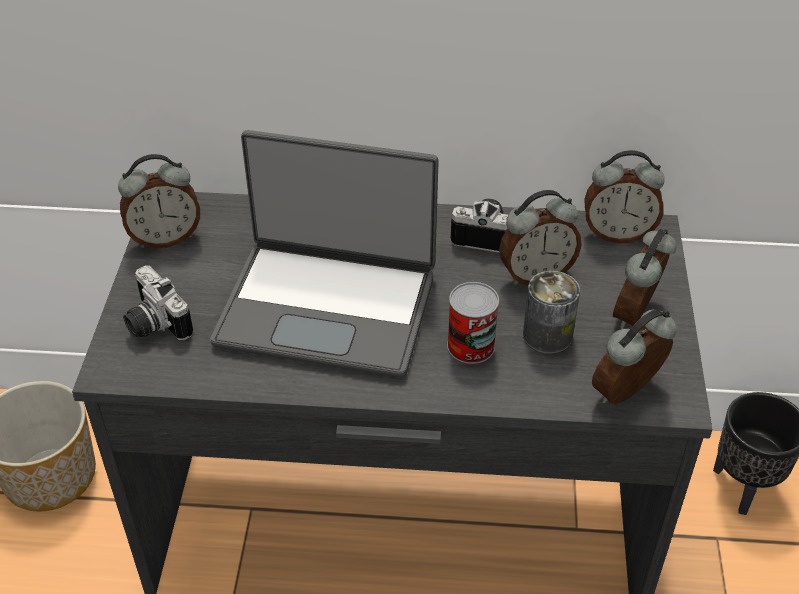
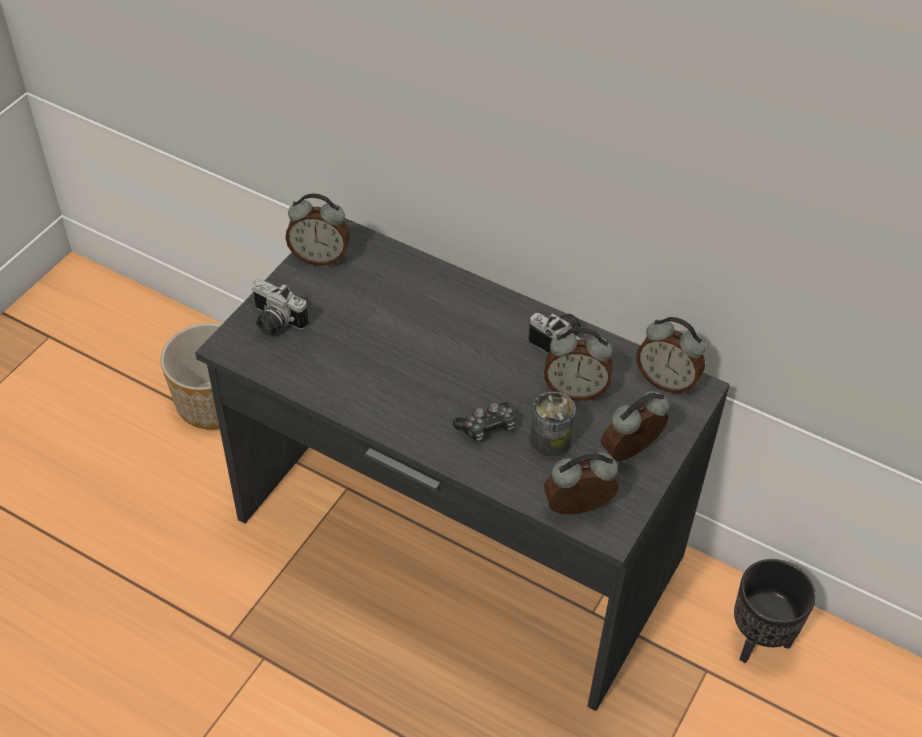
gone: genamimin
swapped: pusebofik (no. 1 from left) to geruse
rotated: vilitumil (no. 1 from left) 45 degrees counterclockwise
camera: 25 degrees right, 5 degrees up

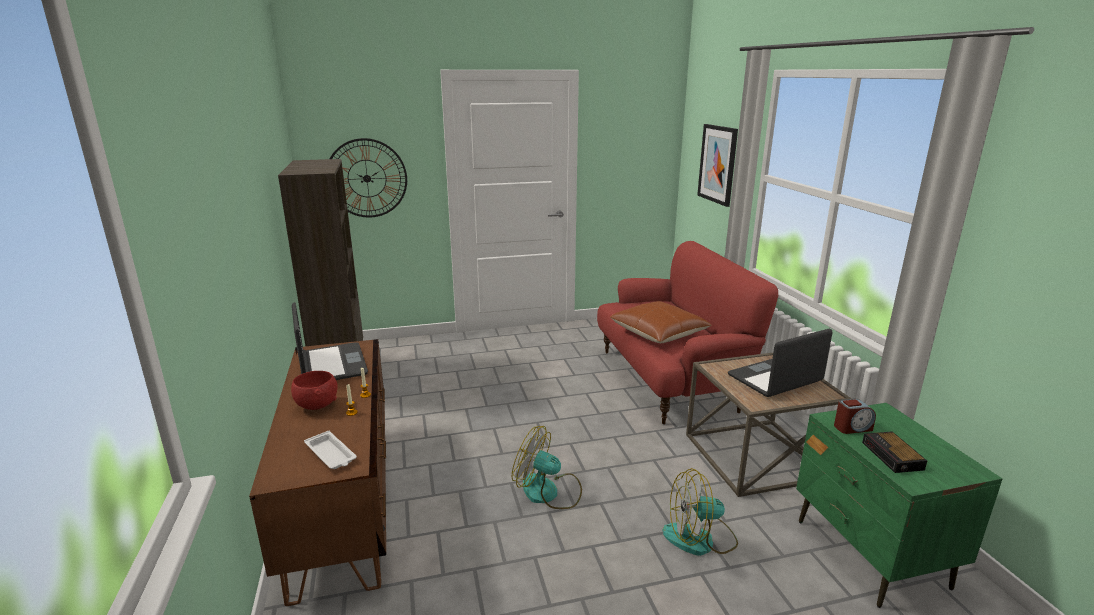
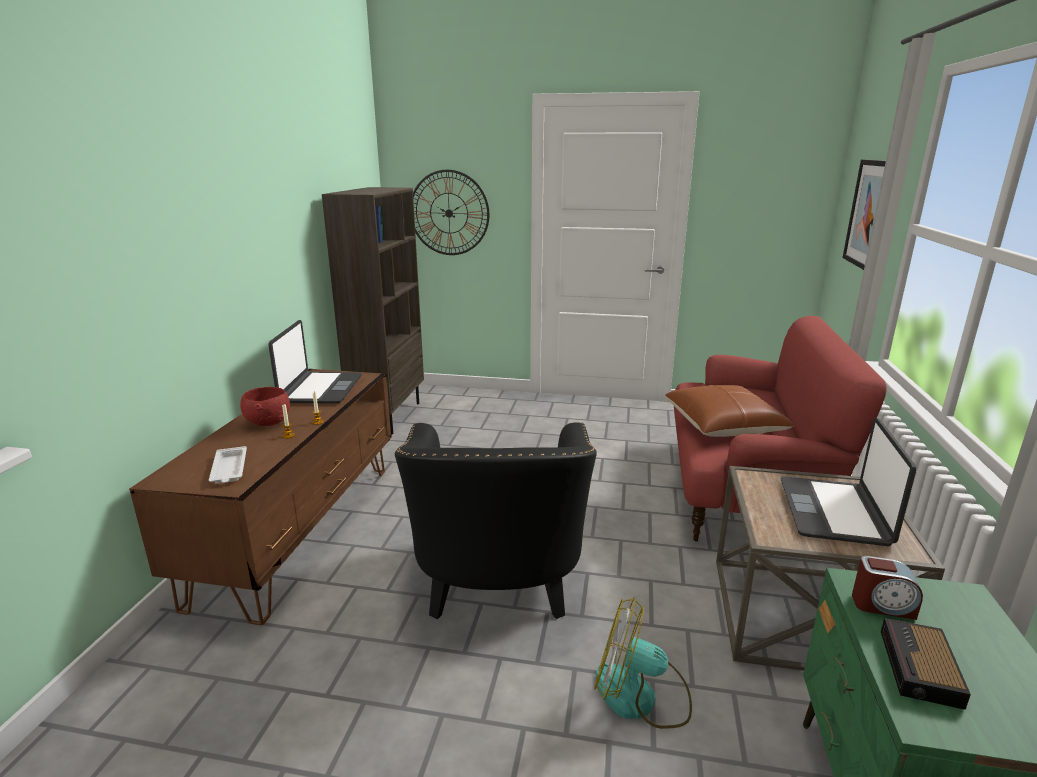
swapped: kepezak (no. 1 from left) to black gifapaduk
rotated: genamimin (no. 2 from left) 75 degrees counterclockwise
camera: 25 degrees right, 0 degrees up

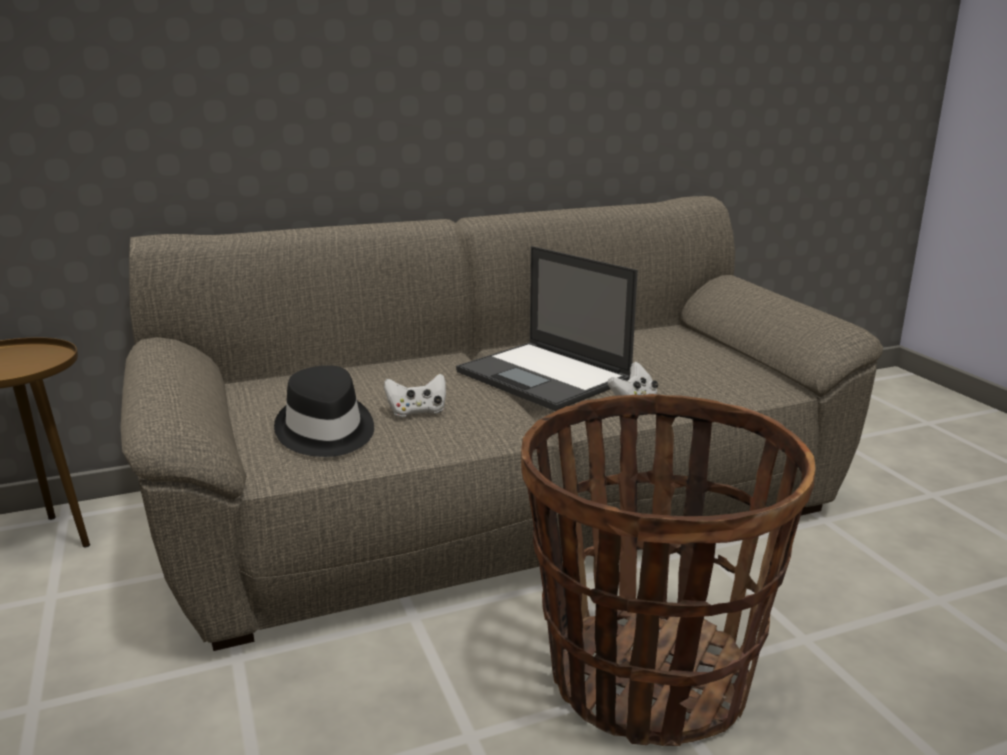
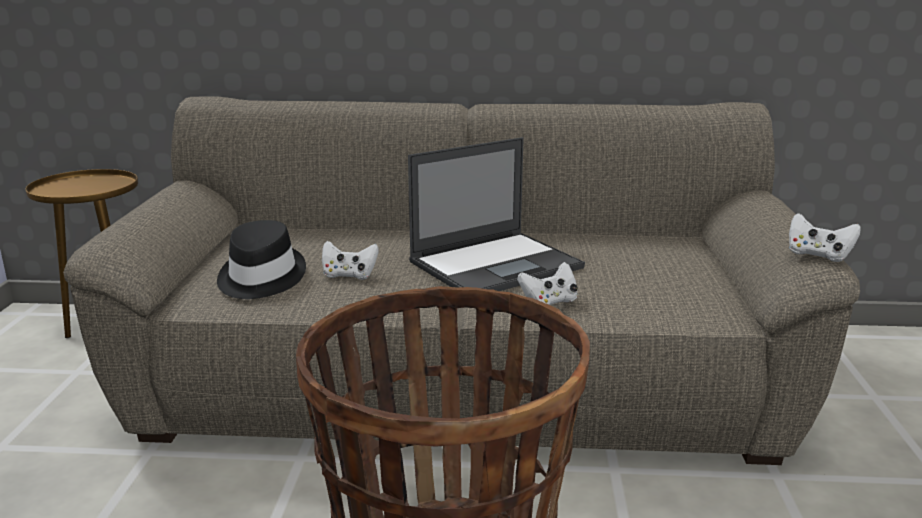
new: white geruse (no. 3 from left)
rotated: genamimin 105 degrees counterclockwise
camera: 25 degrees right, 0 degrees up

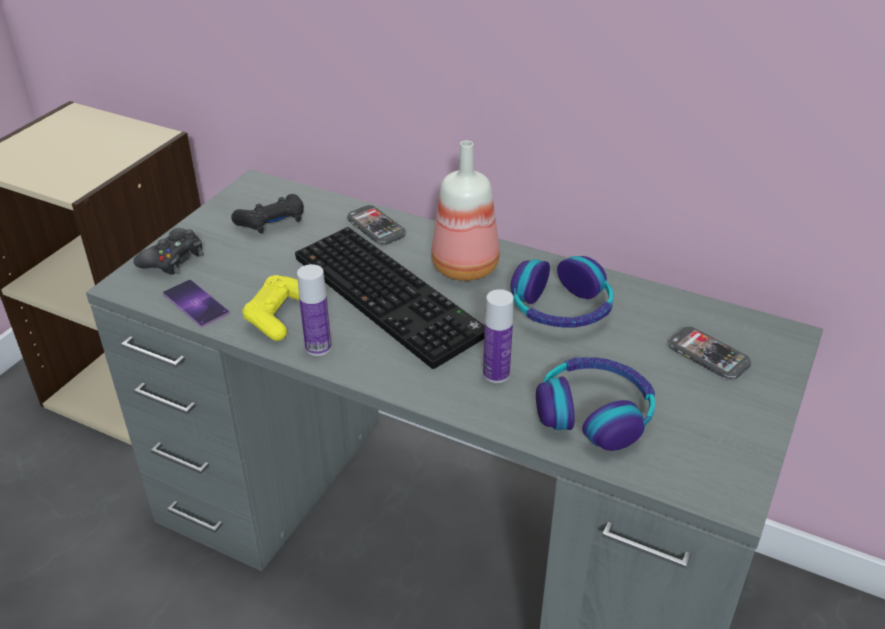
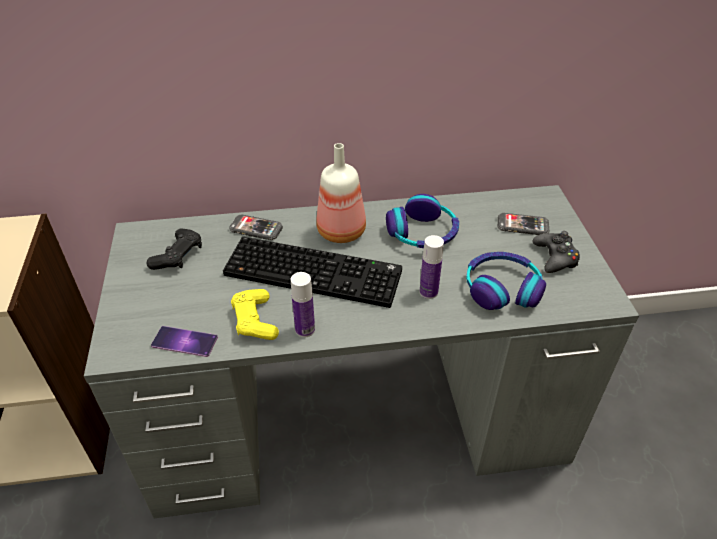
shifted: black geruse (no. 1 from left in the first image) to black geruse (no. 2 from left)
camera: 35 degrees left, 5 degrees up

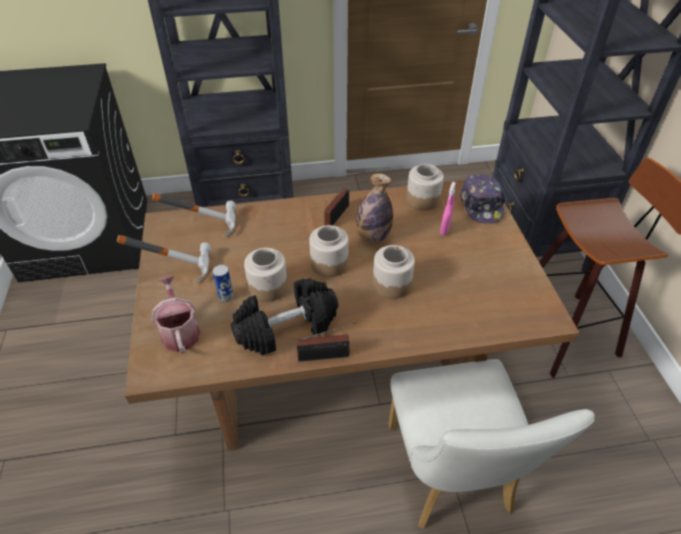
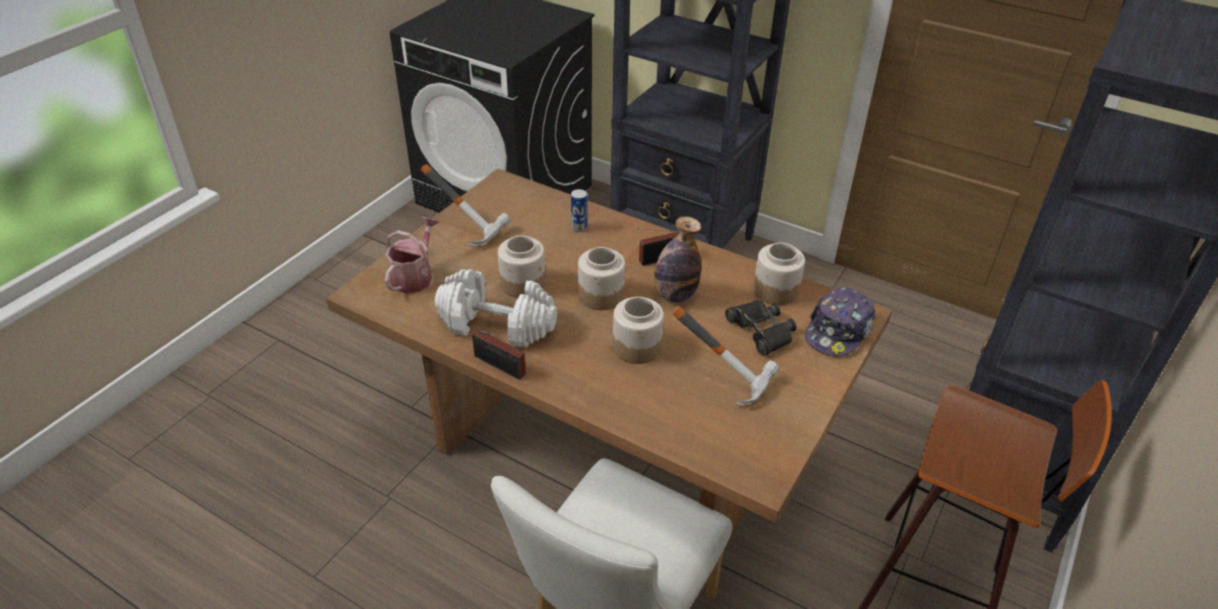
shifted: pusebofik; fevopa (no. 2 from left)
swapped: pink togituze to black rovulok
repainted: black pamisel to white pamisel
camera: 40 degrees right, 5 degrees down

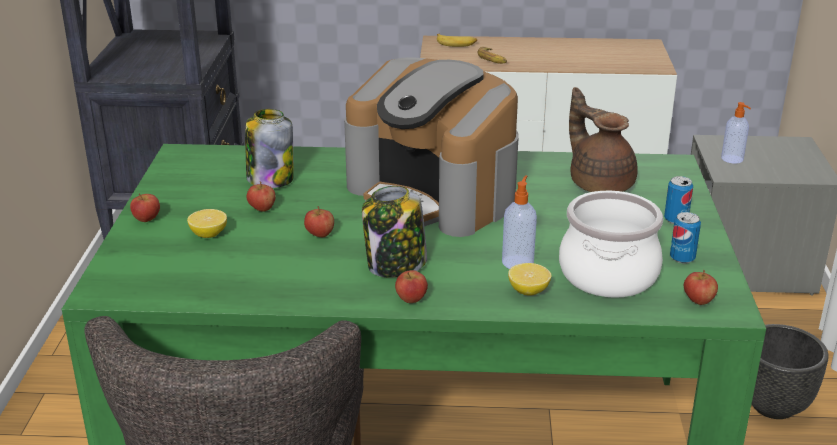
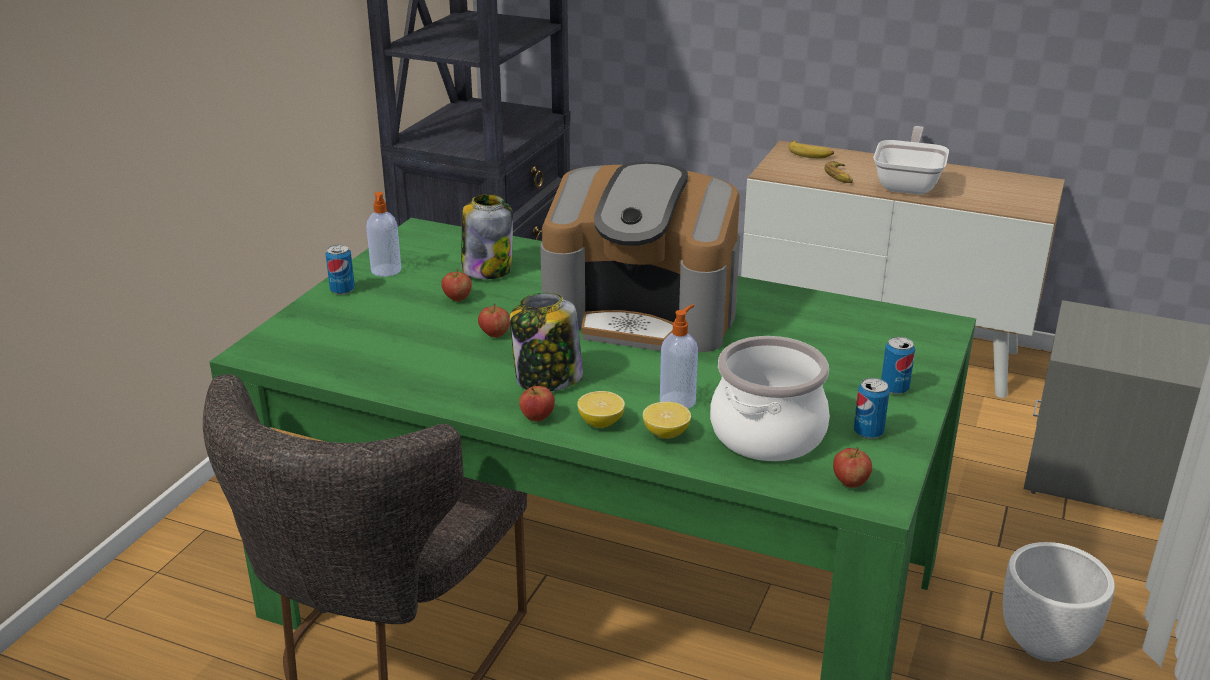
gone: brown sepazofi
new: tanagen
shifted: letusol (no. 2 from left in the first image) to letusol (no. 1 from left); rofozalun (no. 1 from left)
swapped: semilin (no. 1 from left) to pusebofik (no. 1 from left)
repainted: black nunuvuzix to white nunuvuzix
rotated: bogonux 45 degrees counterclockwise
camera: 20 degrees right, 0 degrees up

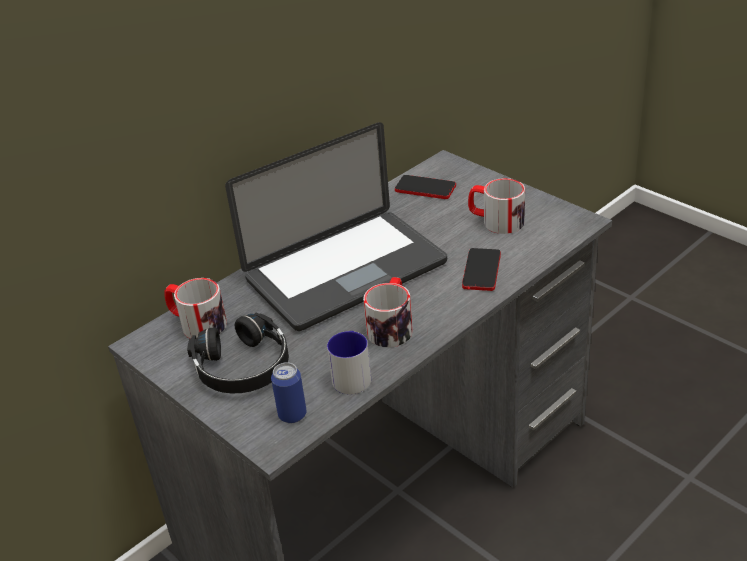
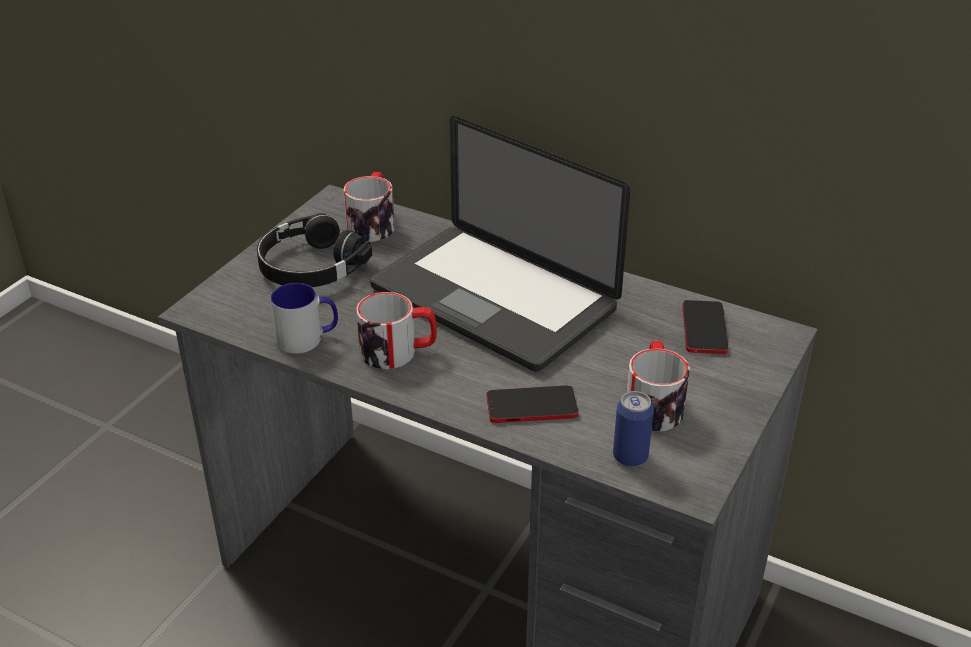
shifted: pusebofik
camera: 70 degrees right, 0 degrees up

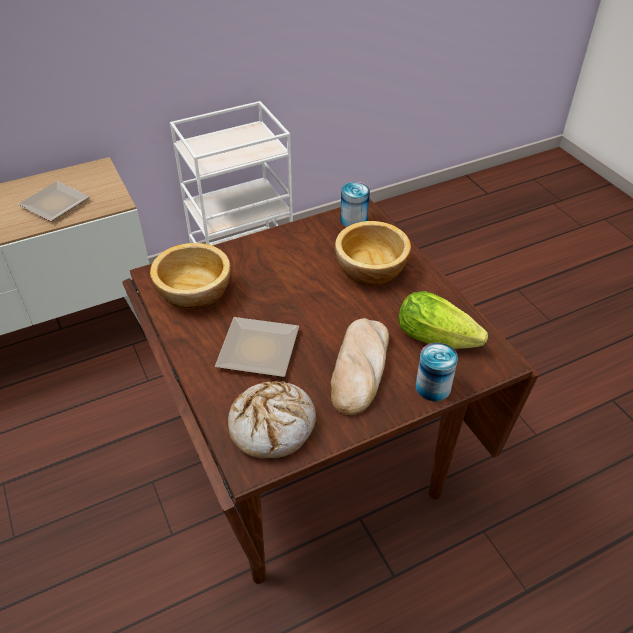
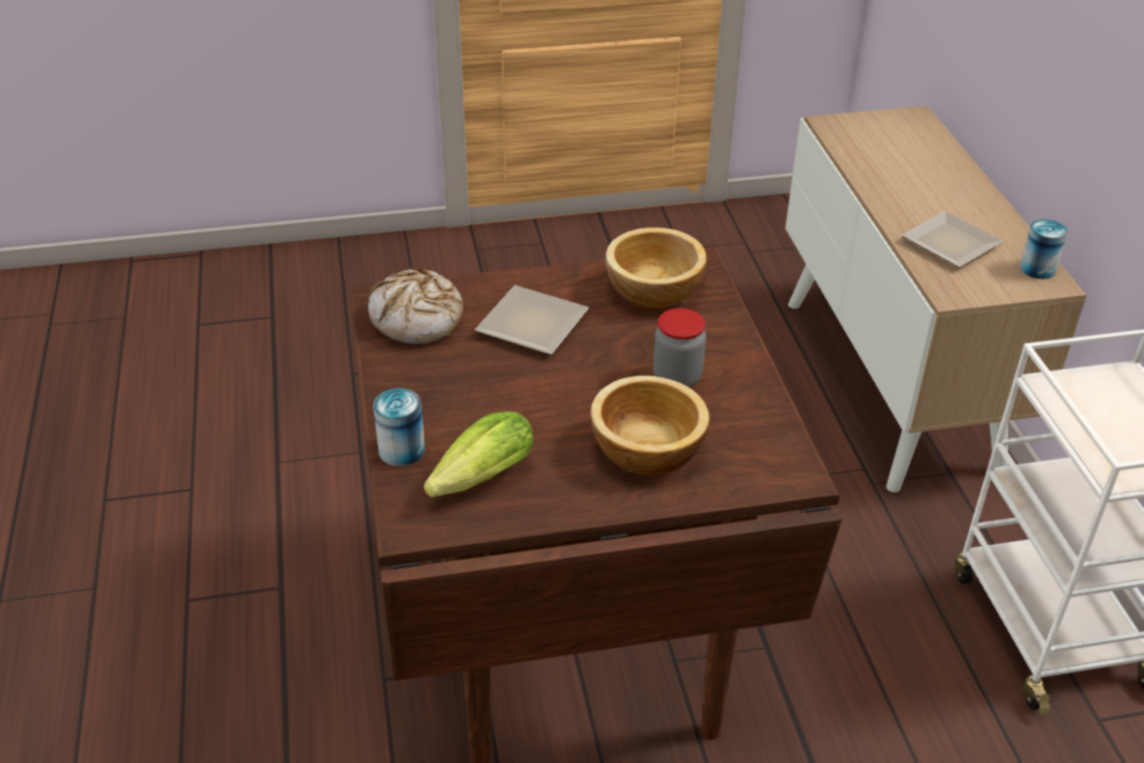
gone: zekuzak (no. 2 from left)
new: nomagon
shifted: pusebofik (no. 1 from left in the first image) to pusebofik (no. 2 from left)
camera: 105 degrees right, 5 degrees down

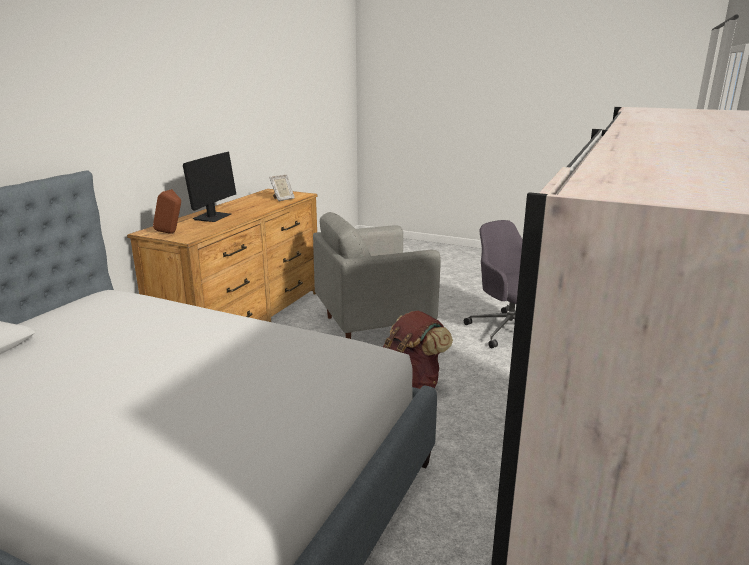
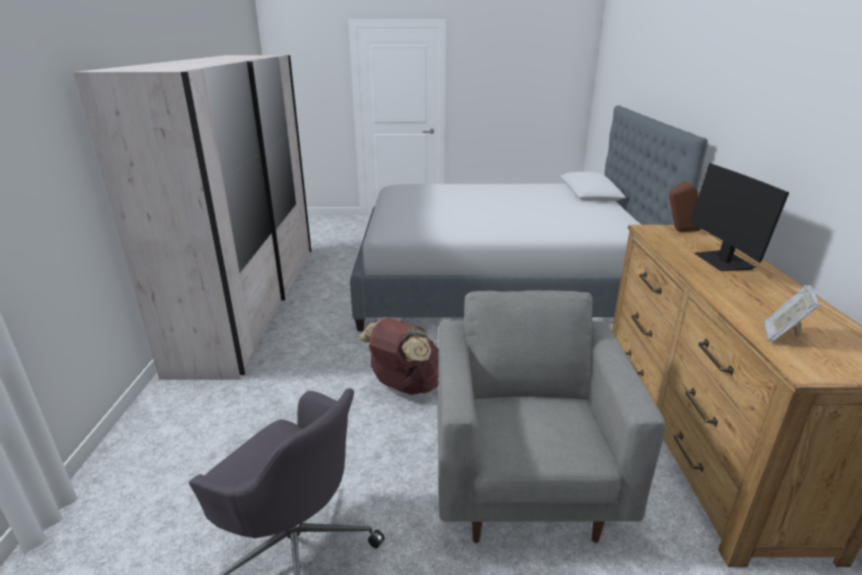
rotated: grey gifapaduk 45 degrees counterclockwise
camera: 155 degrees right, 5 degrees up

